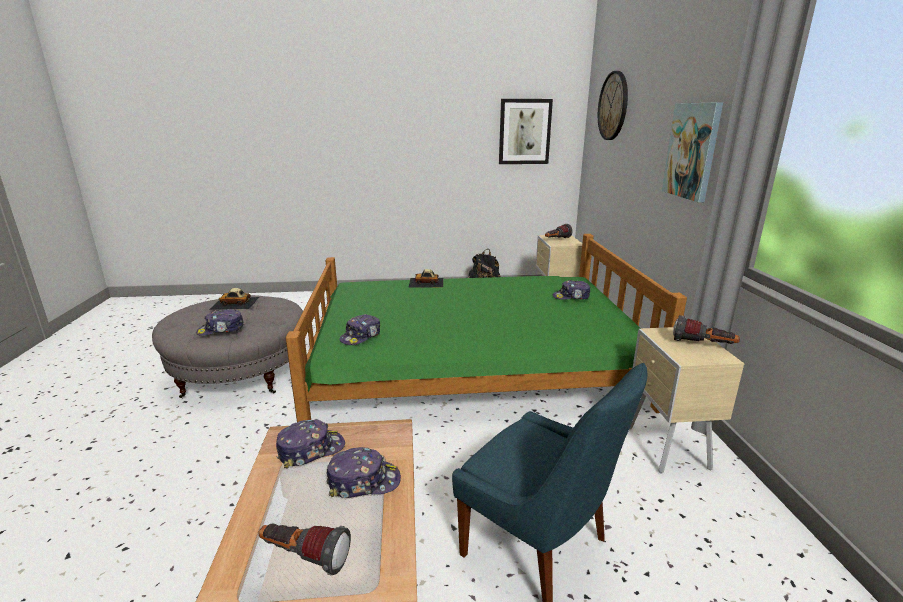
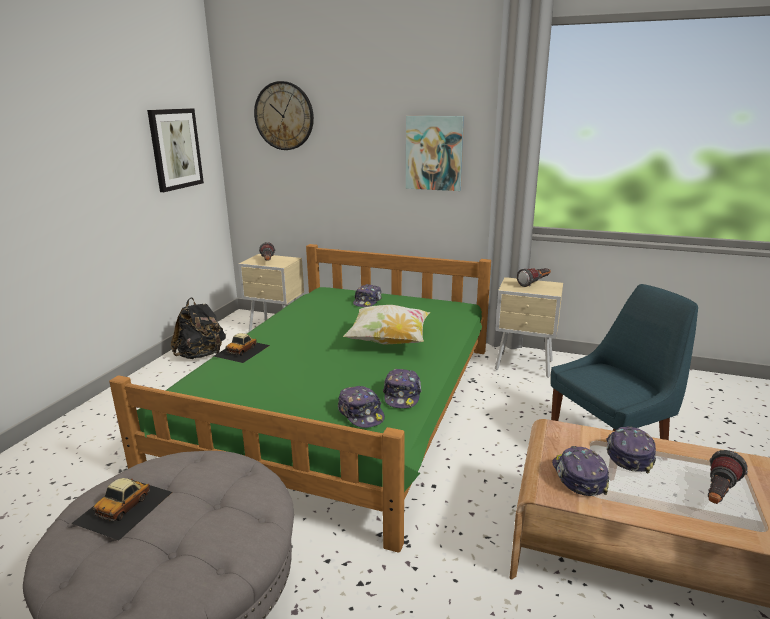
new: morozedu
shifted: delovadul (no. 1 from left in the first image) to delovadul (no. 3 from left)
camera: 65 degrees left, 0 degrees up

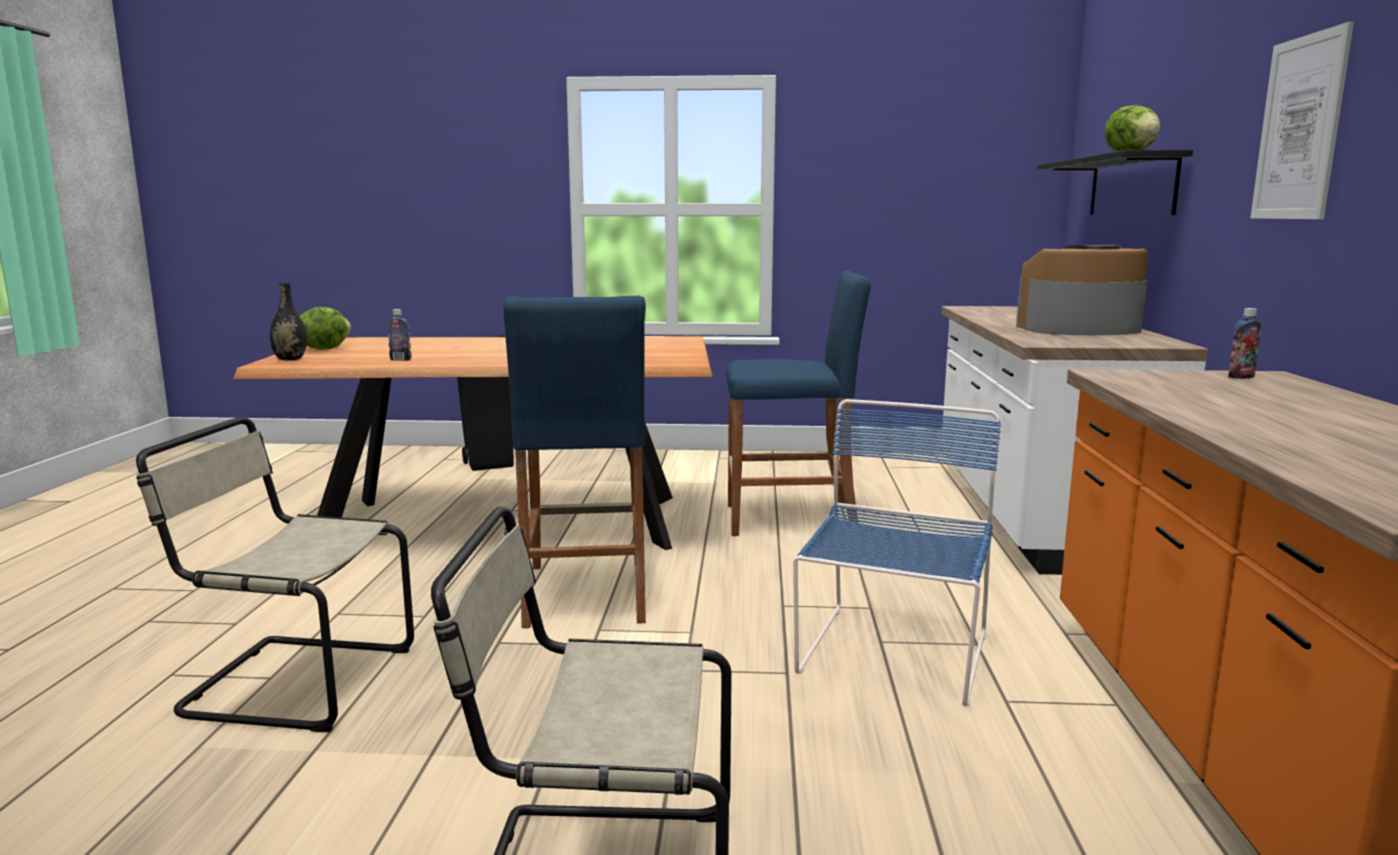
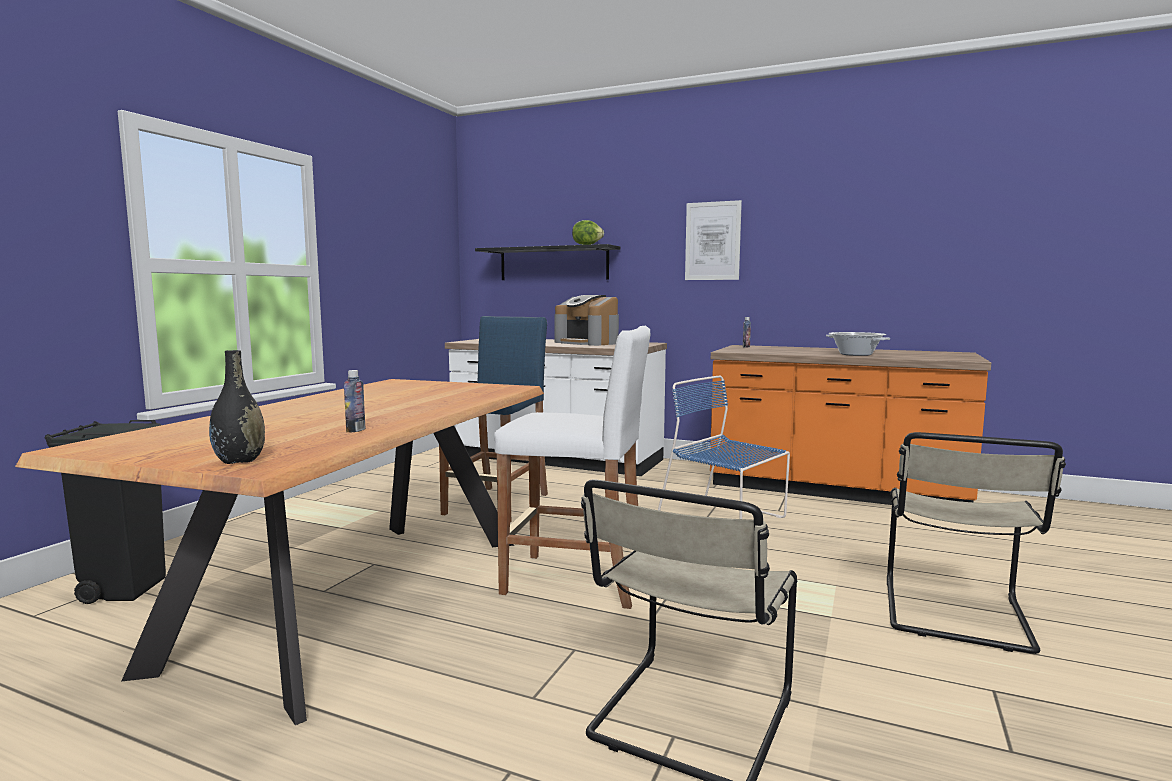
gone: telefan (no. 1 from left)
new: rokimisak
repainted: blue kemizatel (no. 1 from left) to white kemizatel
rotated: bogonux 60 degrees counterclockwise
camera: 70 degrees left, 5 degrees down

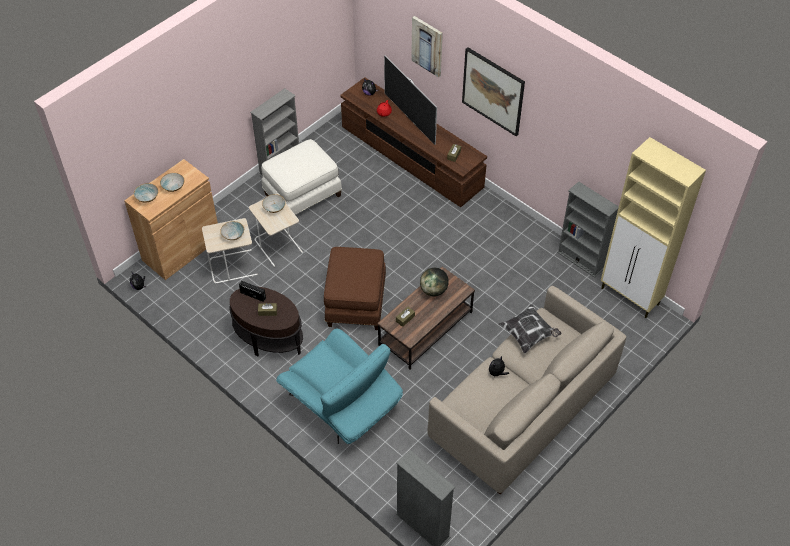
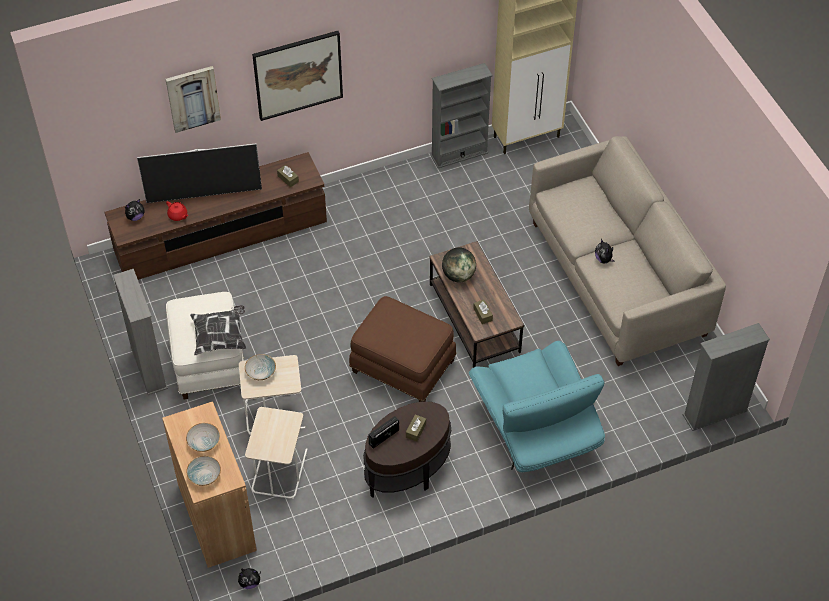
gone: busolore (no. 3 from left)
shifted: morozedu
rotated: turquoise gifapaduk 90 degrees clockwise
camera: 65 degrees left, 0 degrees up

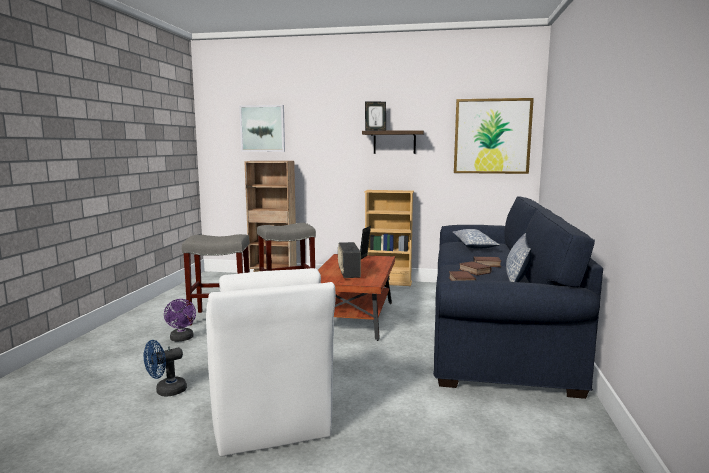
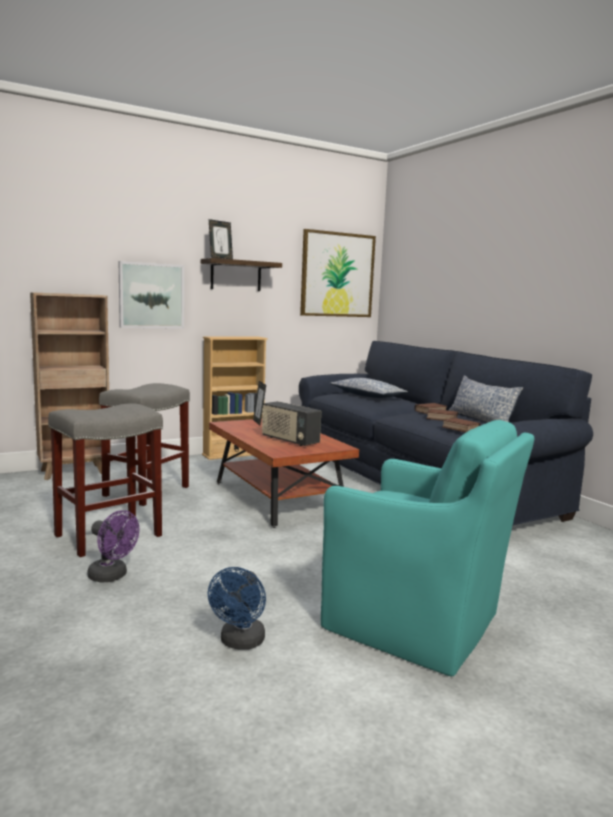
shifted: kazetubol (no. 1 from left)
repainted: white gifapaduk to turquoise gifapaduk
camera: 40 degrees left, 0 degrees up

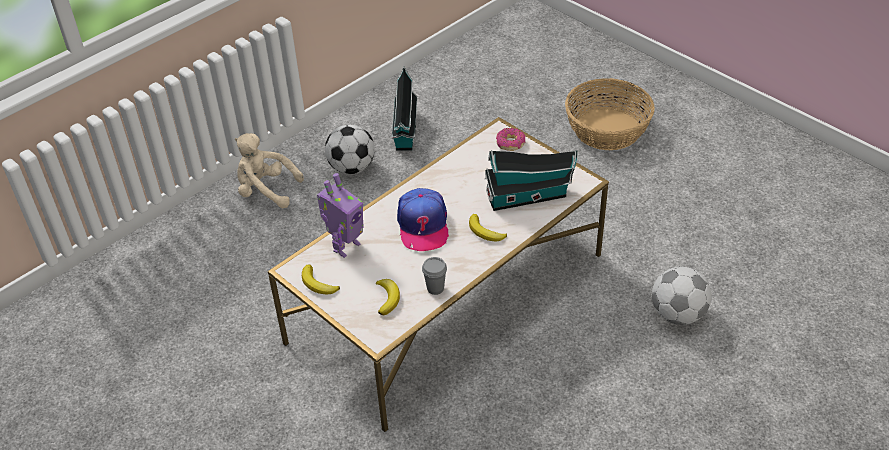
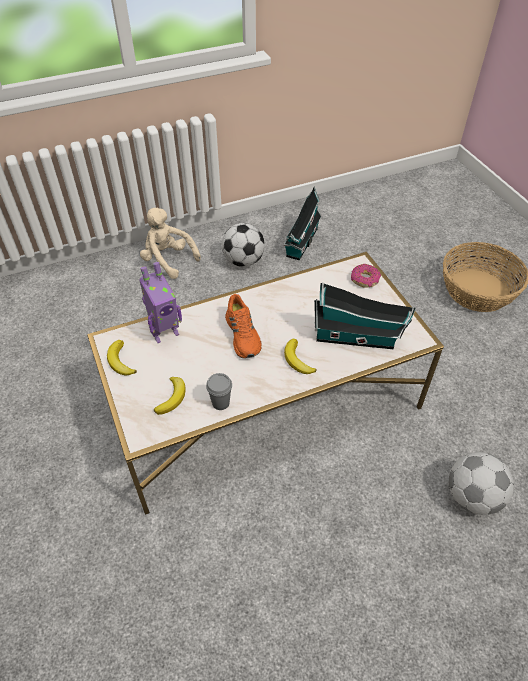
swapped: delovadul to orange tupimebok
camera: 20 degrees right, 5 degrees up

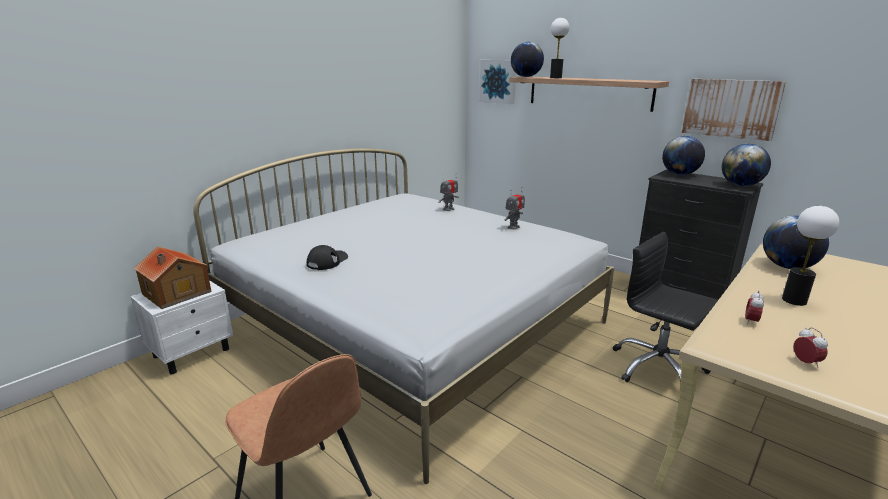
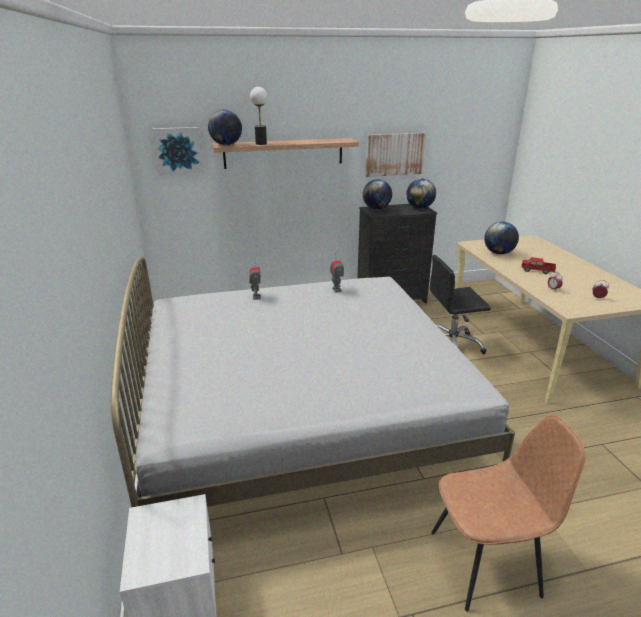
gone: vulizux; black delovadul
swapped: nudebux (no. 2 from left) to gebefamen
camera: 55 degrees left, 5 degrees up

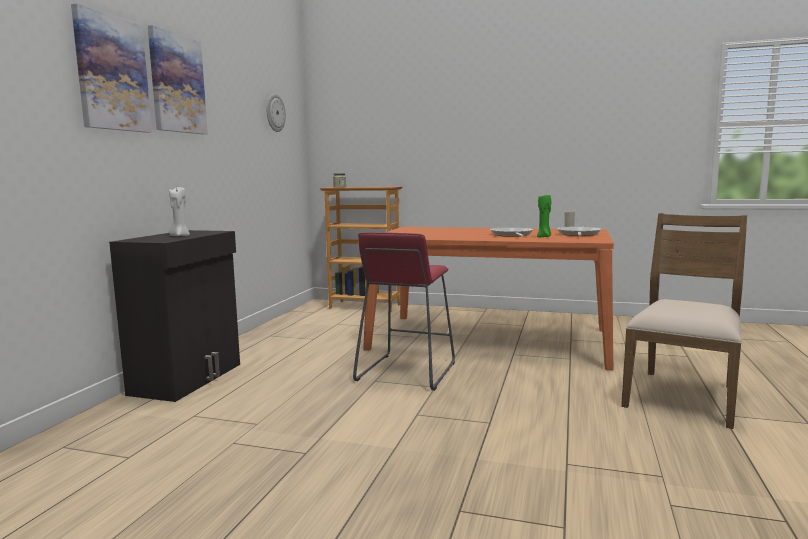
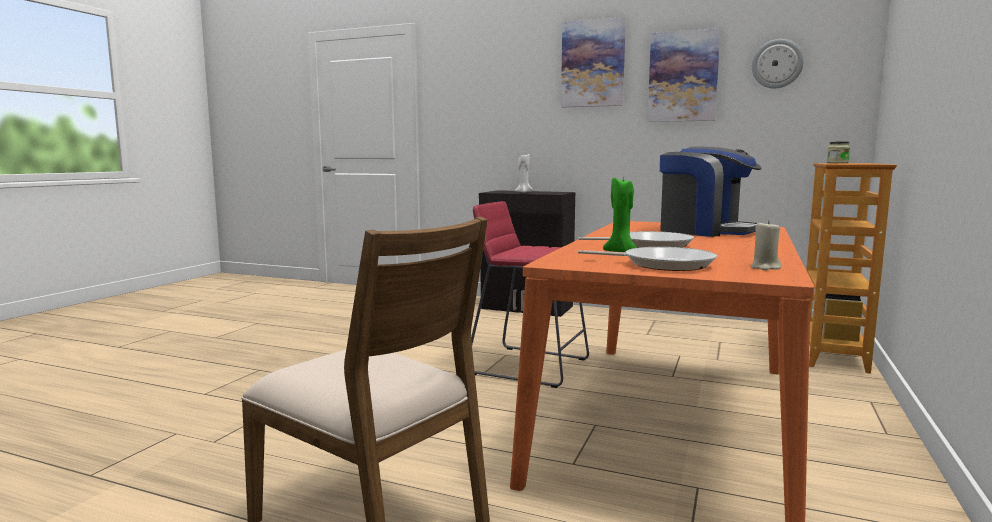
new: bogonux
shifted: kazetubol (no. 1 from left in the first image) to kazetubol (no. 2 from left)
camera: 95 degrees right, 0 degrees up

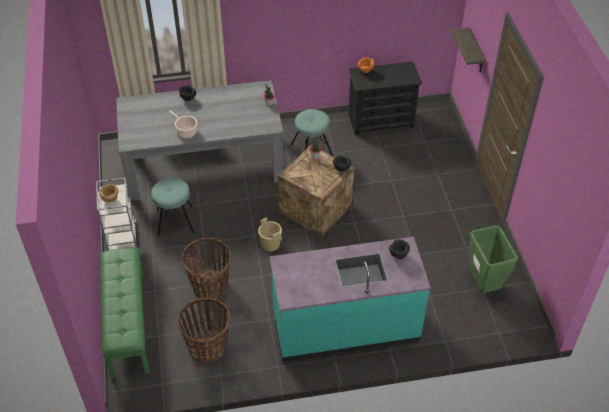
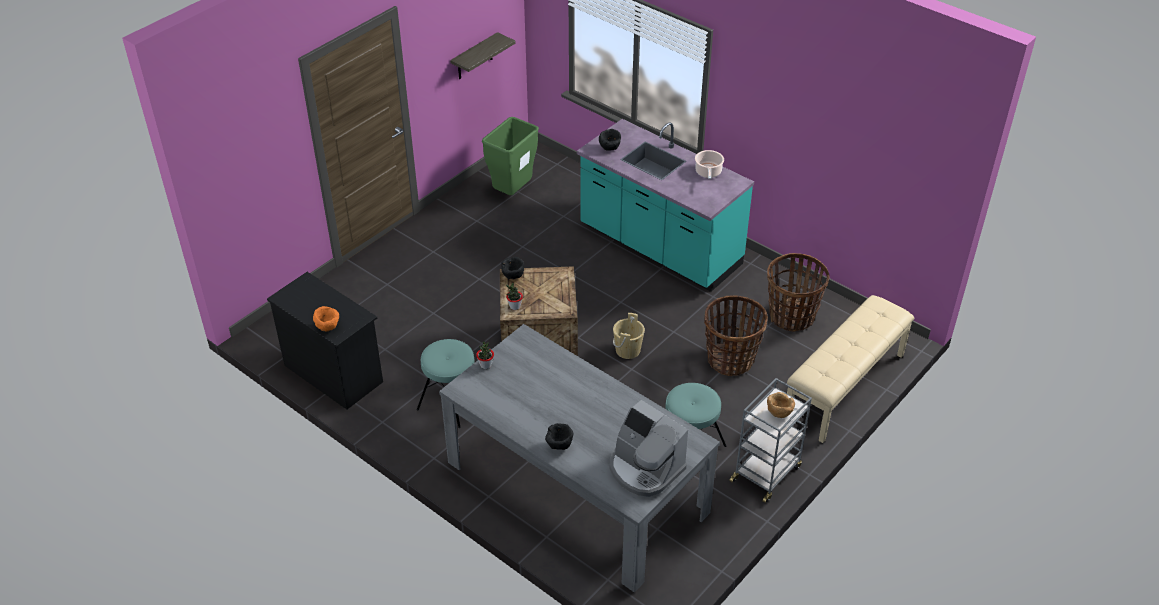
new: bogonux
shifted: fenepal; rokimisak
repainted: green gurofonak to beige gurofonak
camera: 130 degrees left, 5 degrees down

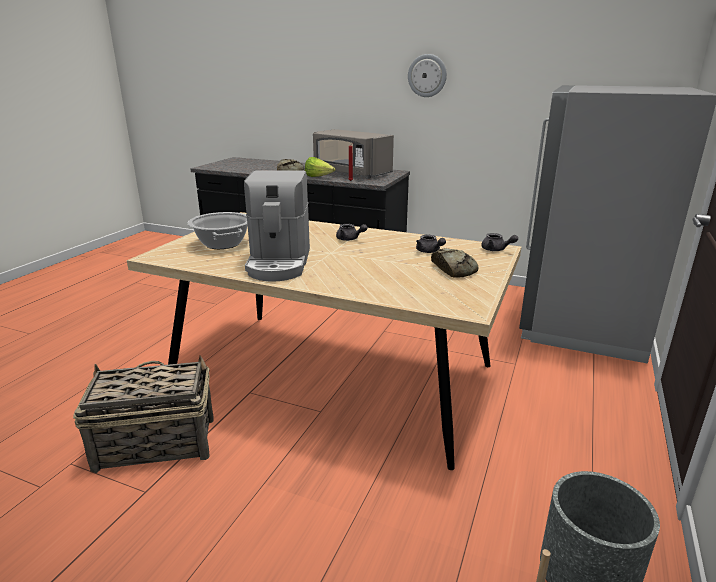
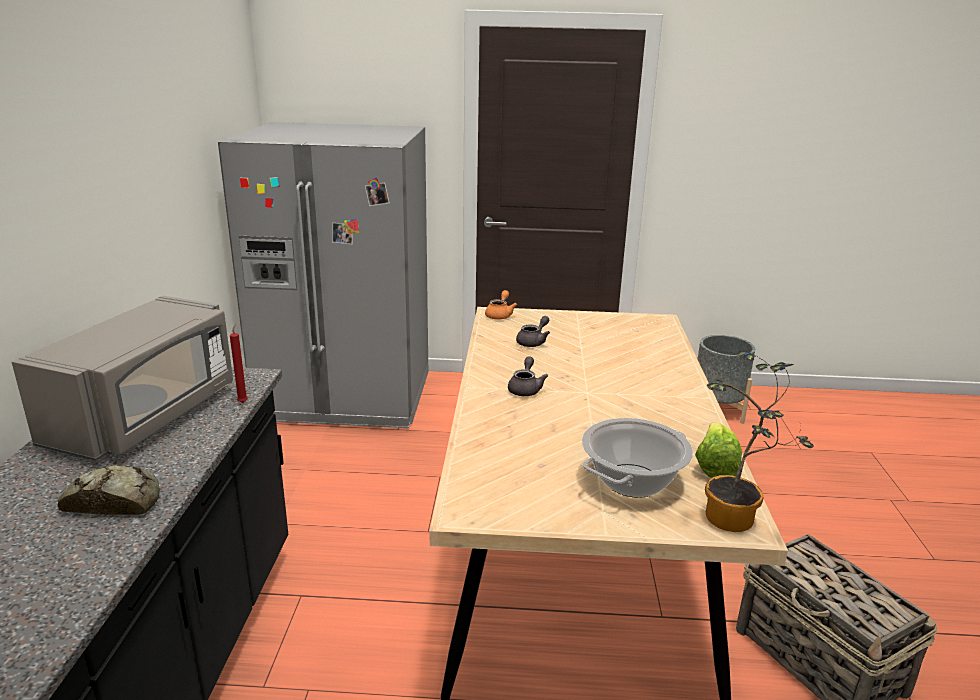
gone: bogonux; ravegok; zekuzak (no. 2 from left)
new: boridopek
shifted: telefan
repainted: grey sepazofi (no. 3 from left) to orange sepazofi
camera: 110 degrees left, 0 degrees up

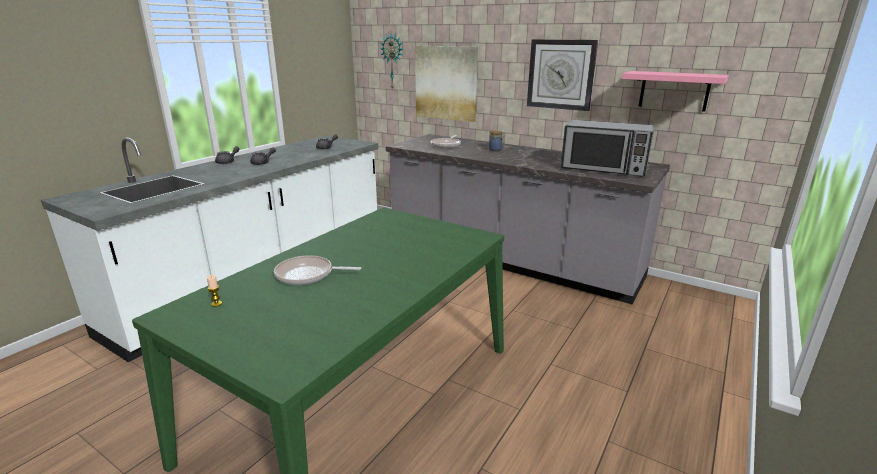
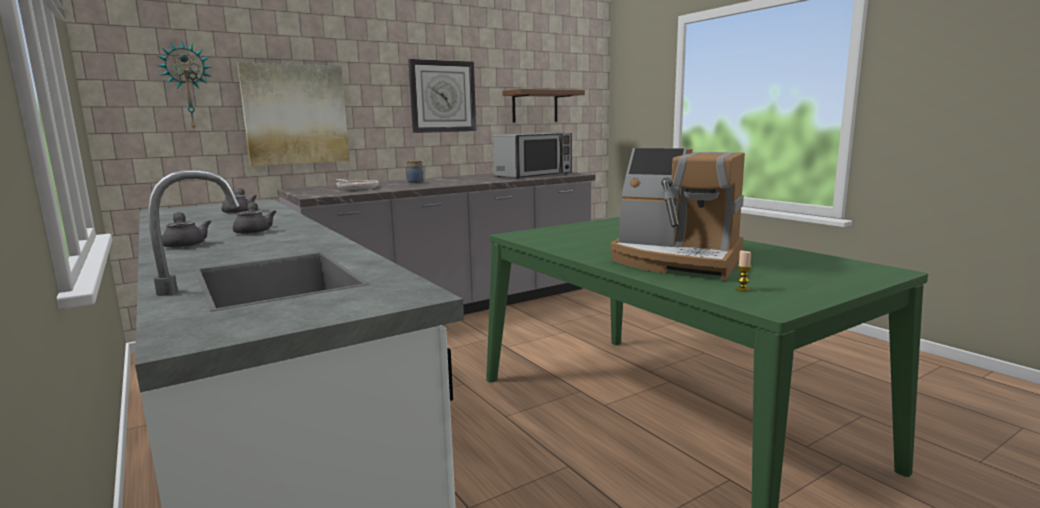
swapped: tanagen (no. 1 from left) to bogonux
repainted: pink fenepal to brown fenepal
camera: 65 degrees left, 10 degrees down

